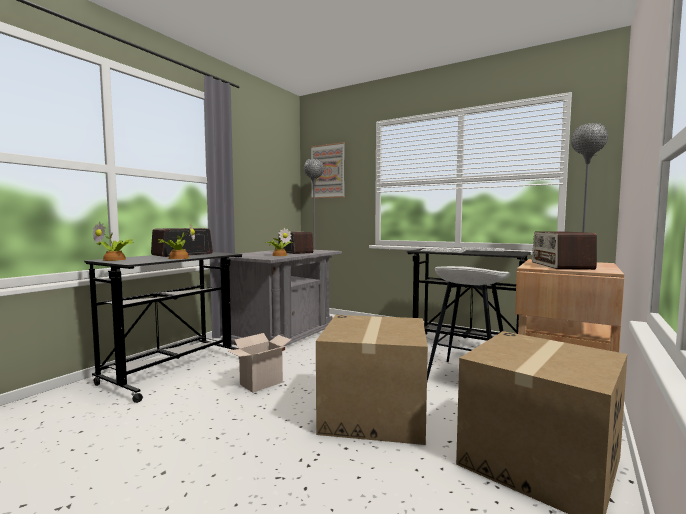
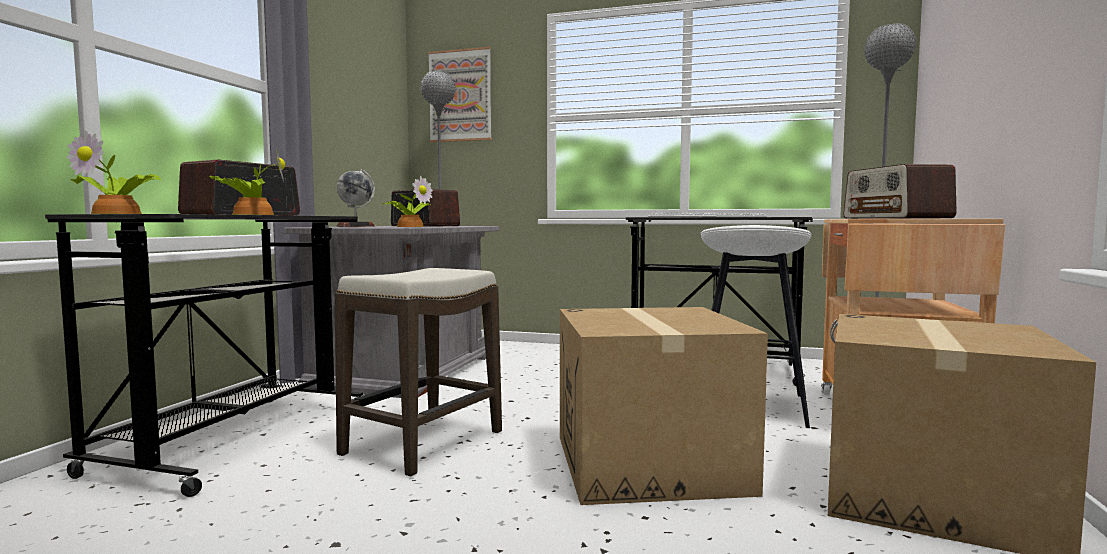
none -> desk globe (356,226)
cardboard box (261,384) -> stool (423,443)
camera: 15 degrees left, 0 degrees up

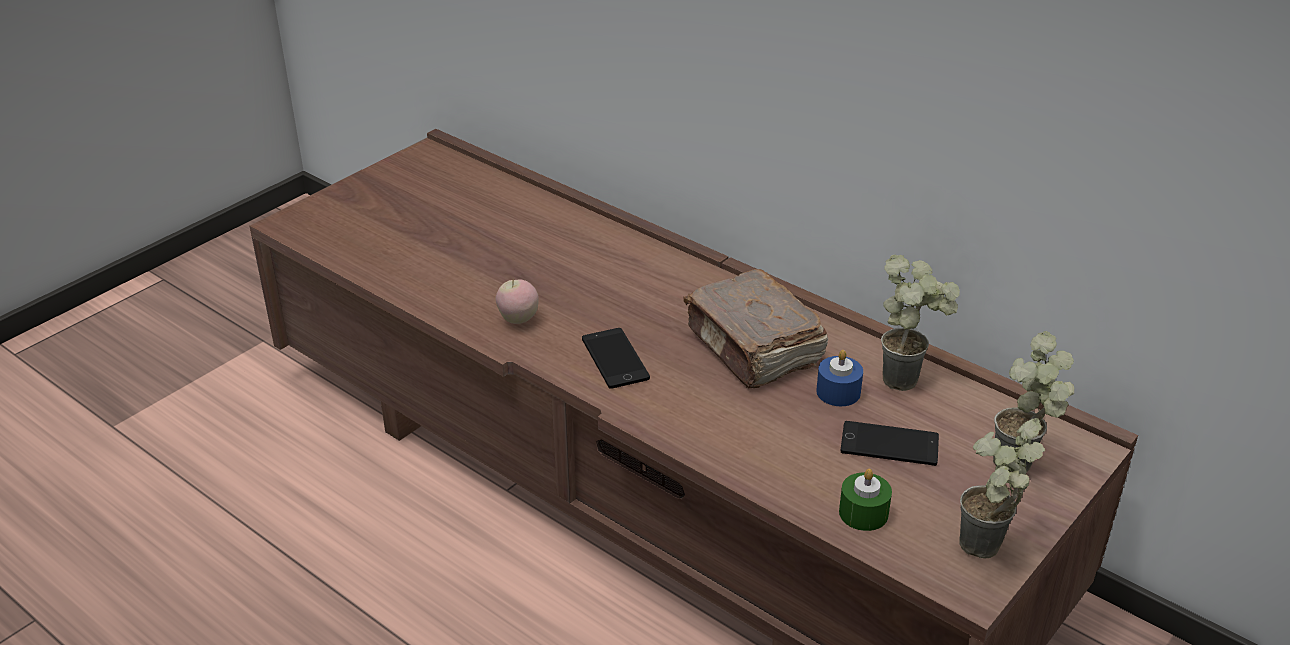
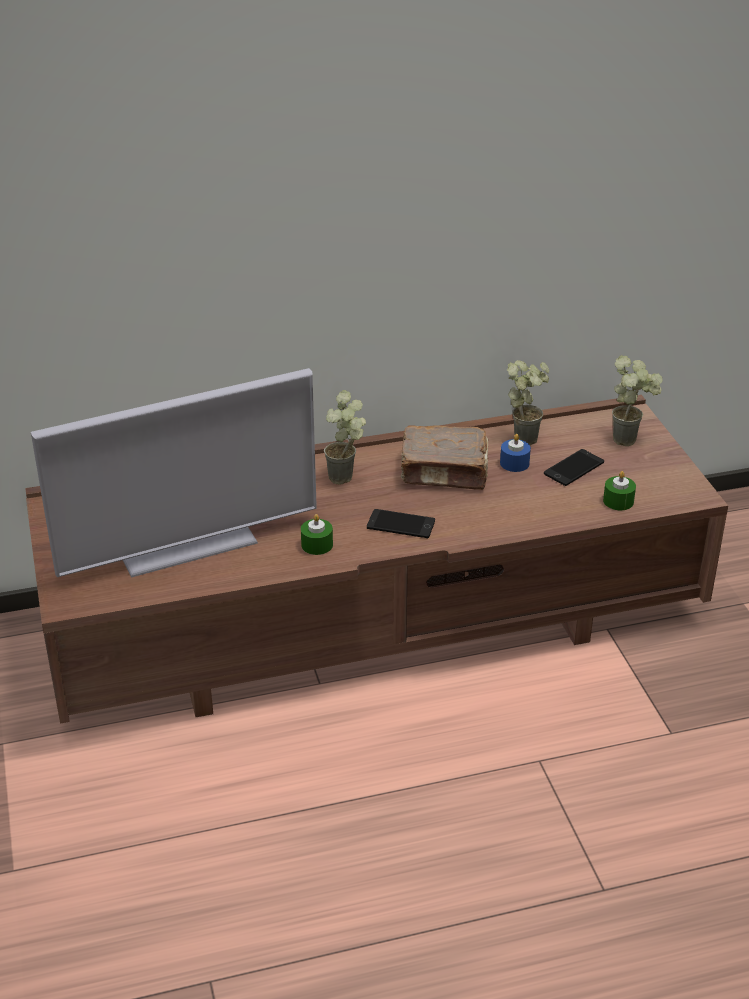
none -> television (188,546)
plant in a pot (986,554) -> plant in a pot (347,479), moved
apple (518,319) -> green wax candle (317,545)
camera: 55 degrees left, 0 degrees up

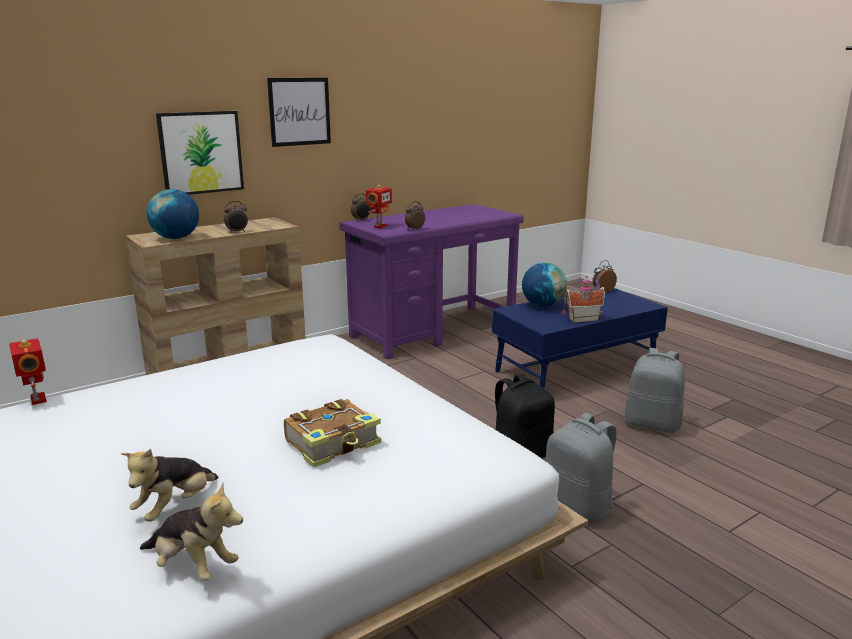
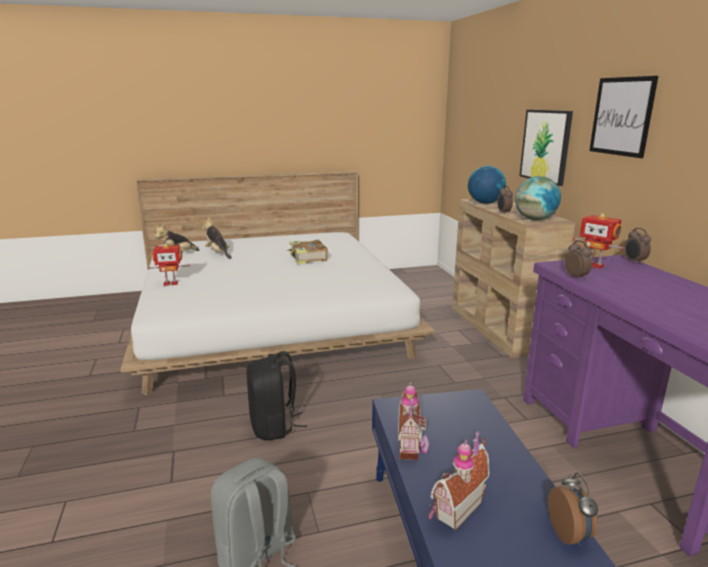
greyish knapsack (579,506) -> none
none -> model house (454,509)
toy robot (36,400) -> toy robot (171,283), moved
book (334,443) -> book (307,258), moved
desk globe (542,305) -> desk globe (535,219), moved
camera: 110 degrees right, 0 degrees up

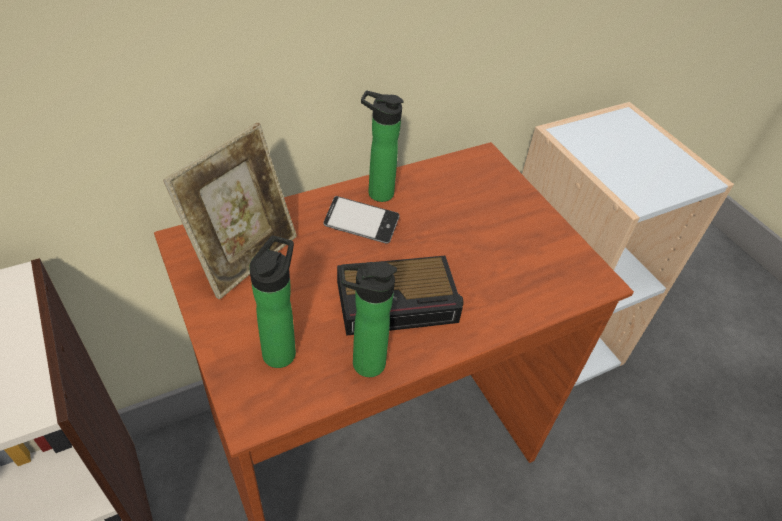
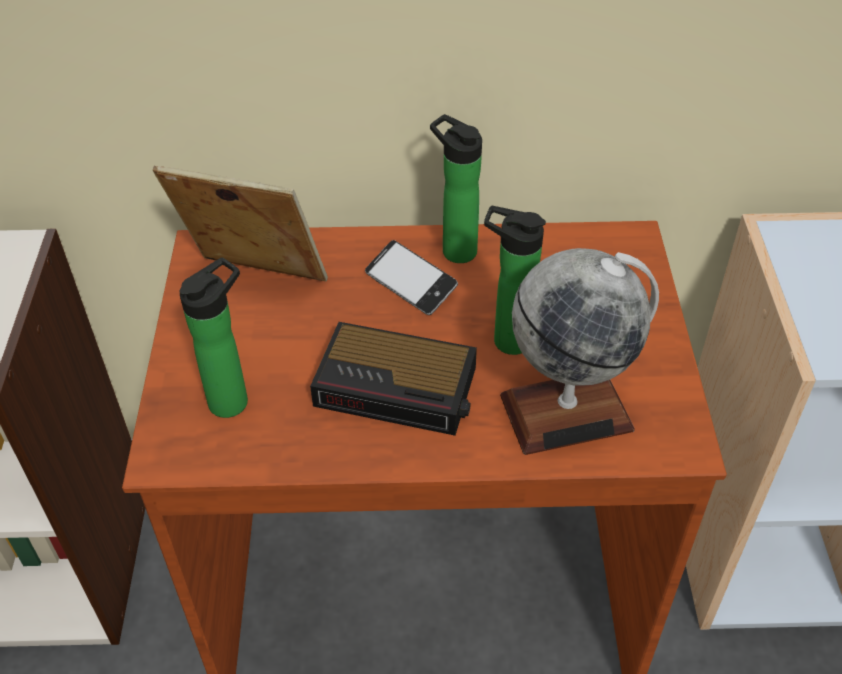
none -> desk globe (566,412)
beverage bottle (363,364) -> beverage bottle (506,340), moved
picture frame (244,256) -> picture frame (255,284), 135 degrees counterclockwise
camera: 30 degrees right, 0 degrees up

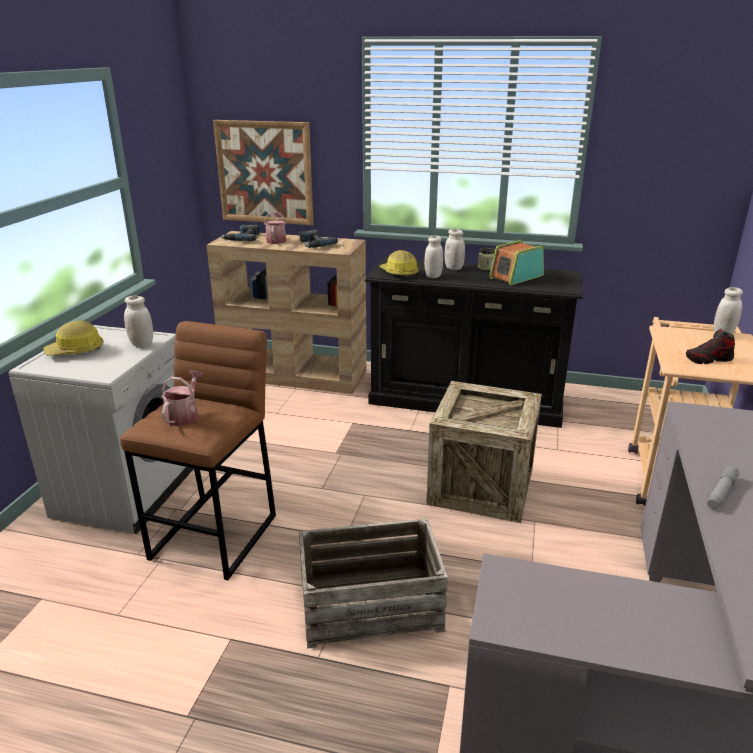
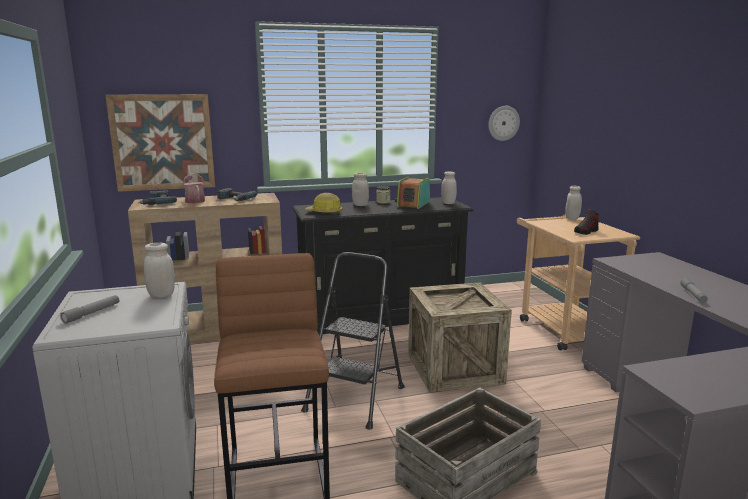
watering pot (184,415) -> none
none -> blackish step ladder (356,396)
none -> wall clock (503,123)
white storage jar (433,276) -> white storage jar (448,203), moved
work helmet (76,351) -> greyish flashlight (92,313)
camera: 30 degrees left, 10 degrees down

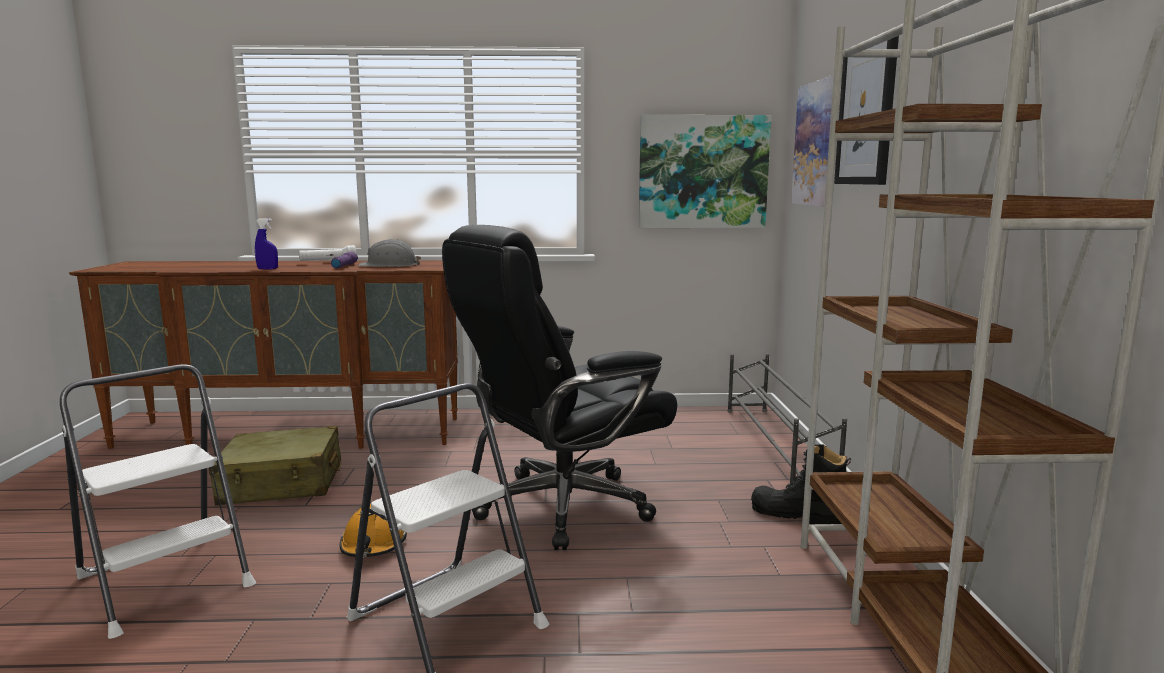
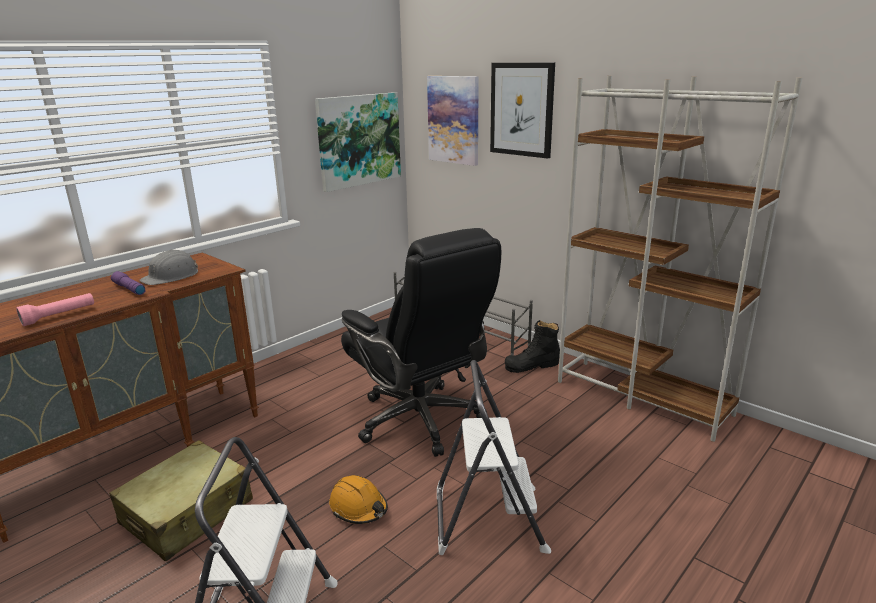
white flashlight (328,262) -> none
blue-coloured hand sprayer (267,269) -> pink flashlight (59,316)
blackish computer chair (563,506) -> blackish computer chair (420,419), 45 degrees counterclockwise
camera: 45 degrees left, 10 degrees up

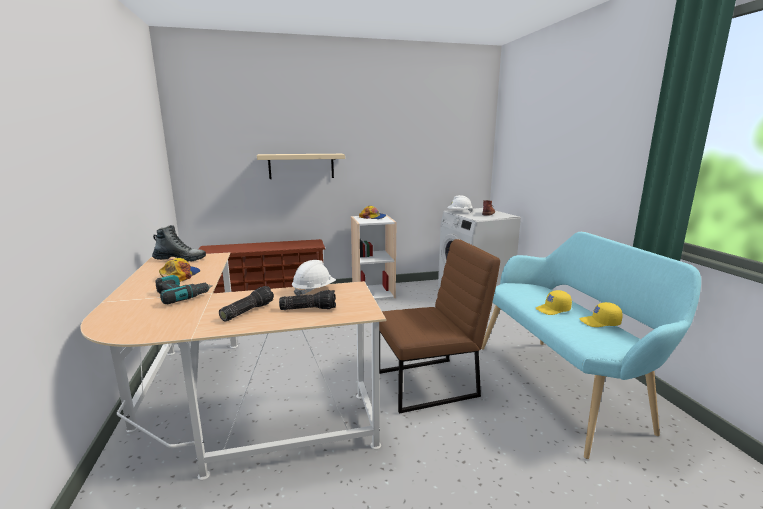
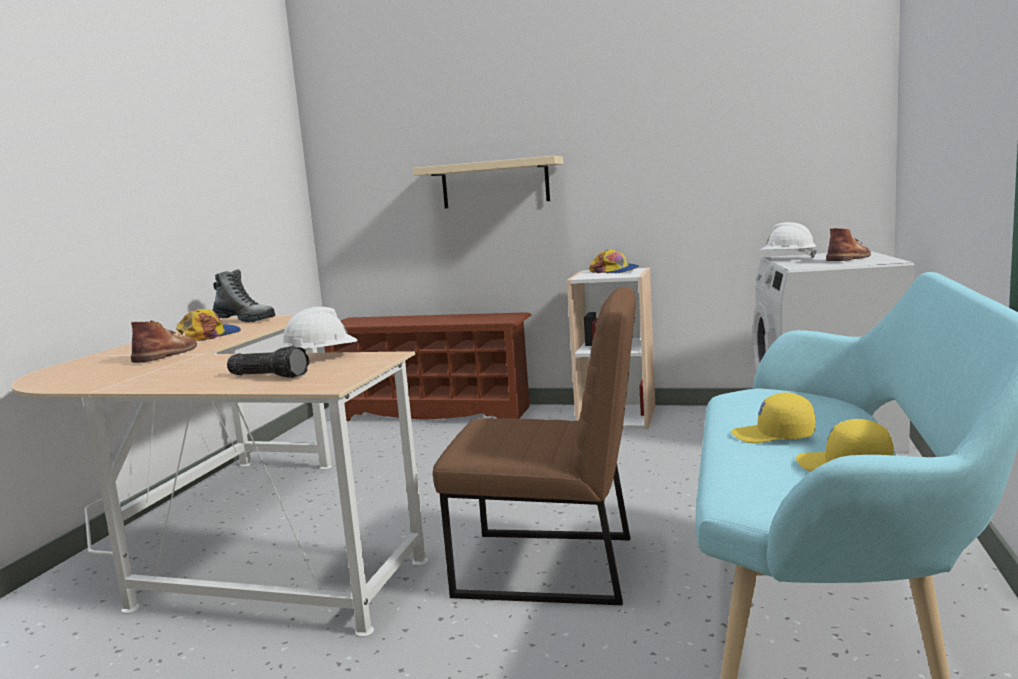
flashlight (247,311) -> none
electric drill (181,295) -> brownish tall boot (167,354)
camera: 30 degrees right, 5 degrees down

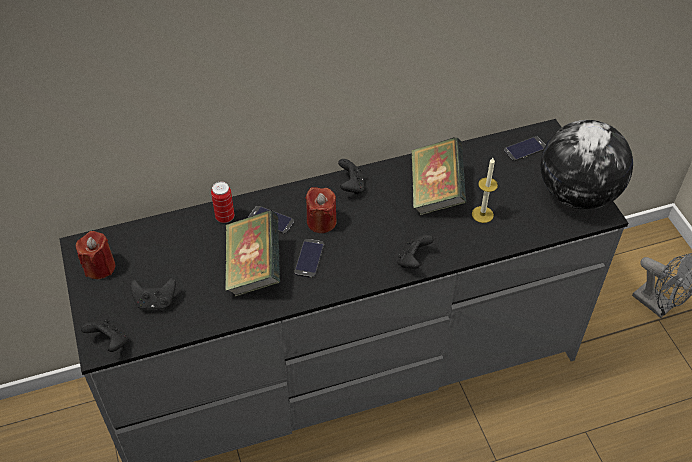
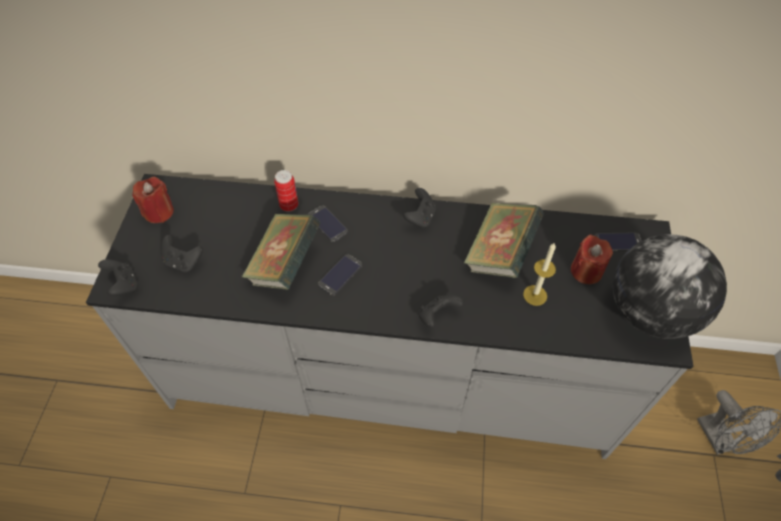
red wax candle (321,222) -> red wax candle (586,271), moved
camera: 25 degrees right, 5 degrees up

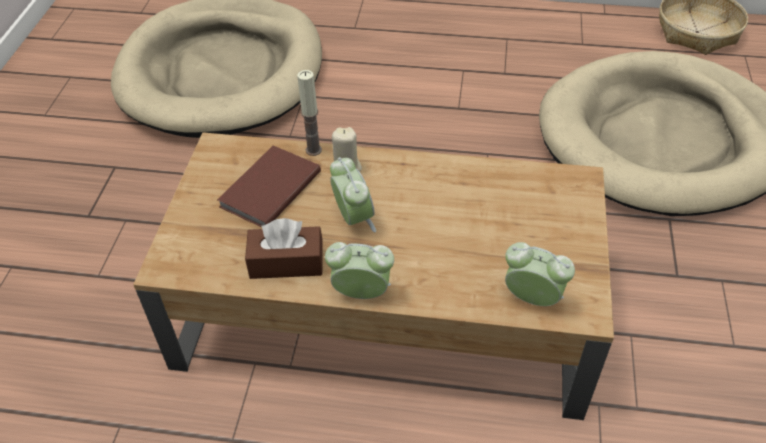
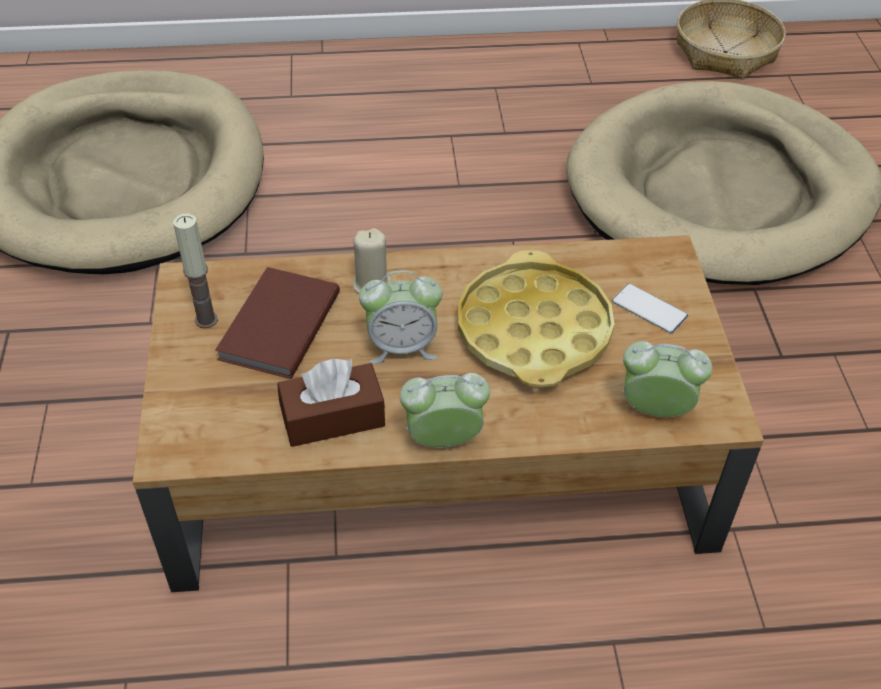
none -> yellow-coloured serving tray (533,330)
none -> phone (649,309)
wax candle (313,150) -> wax candle (206,320), moved
bedside clock (353,218) -> bedside clock (402,346), 120 degrees clockwise
camera: 15 degrees left, 0 degrees up

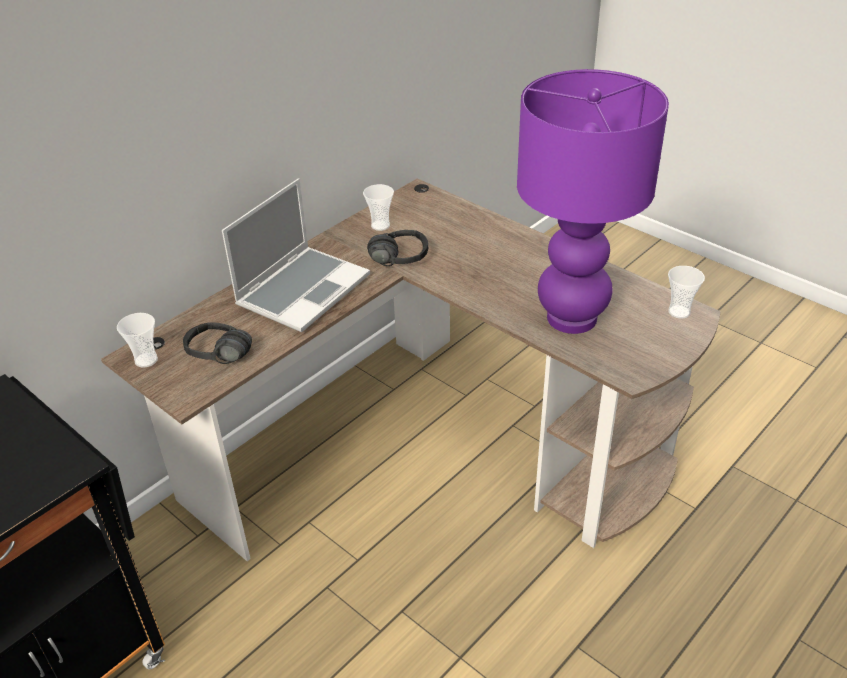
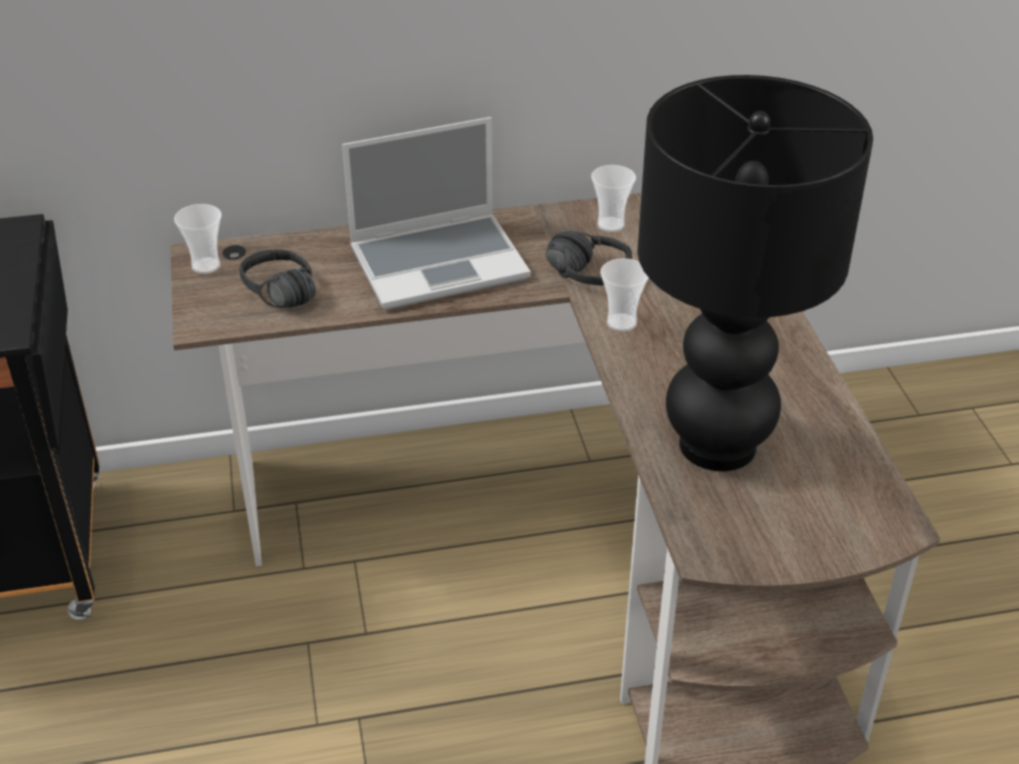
drinking cup (679,312) -> drinking cup (621,323), moved
purplish lamp for a table (571,317) -> blackish lamp for a table (717,444)
camera: 35 degrees right, 0 degrees up

